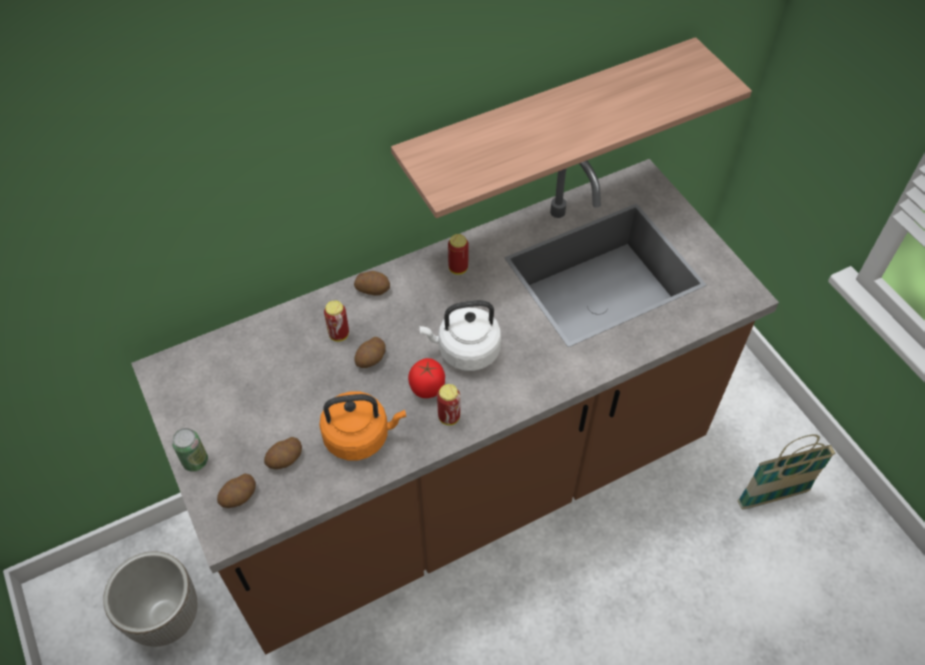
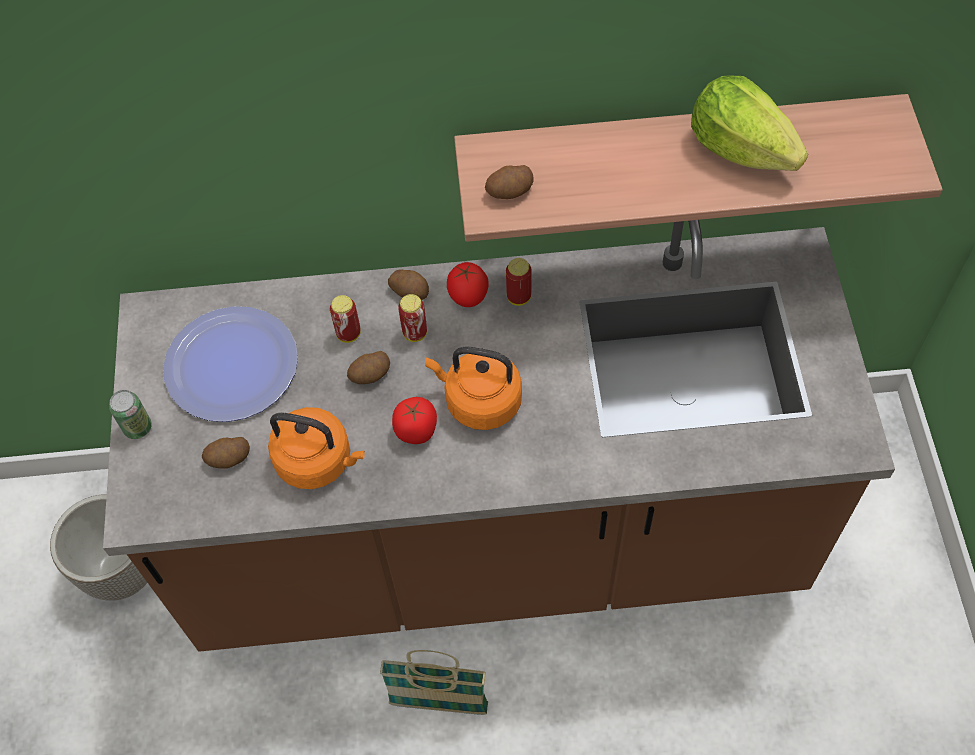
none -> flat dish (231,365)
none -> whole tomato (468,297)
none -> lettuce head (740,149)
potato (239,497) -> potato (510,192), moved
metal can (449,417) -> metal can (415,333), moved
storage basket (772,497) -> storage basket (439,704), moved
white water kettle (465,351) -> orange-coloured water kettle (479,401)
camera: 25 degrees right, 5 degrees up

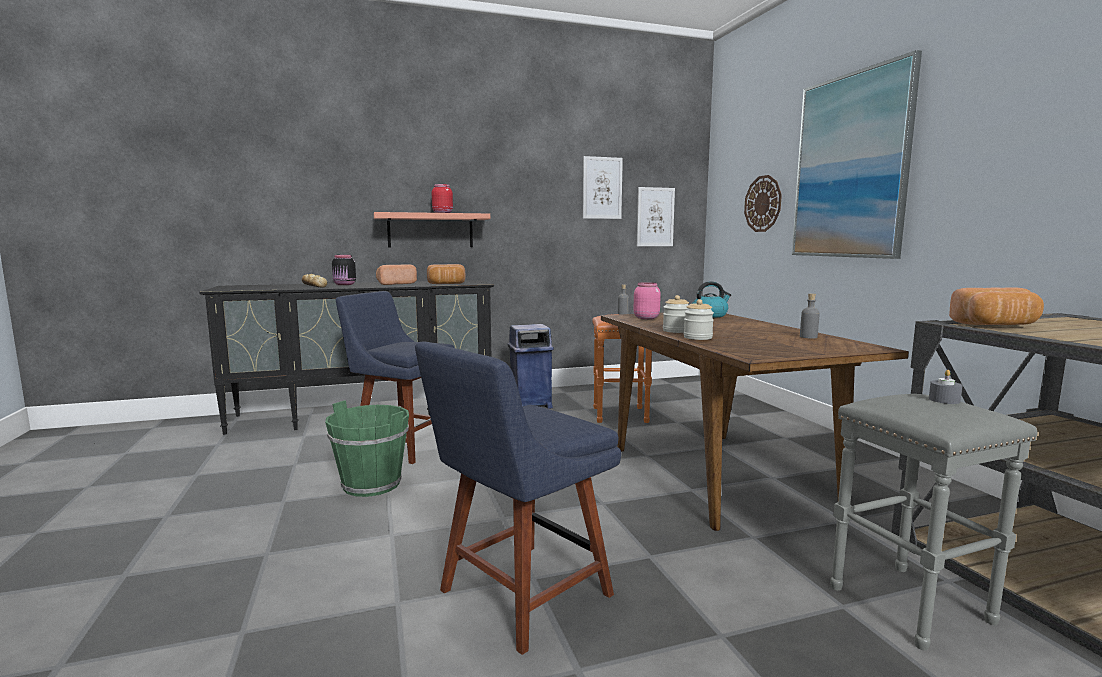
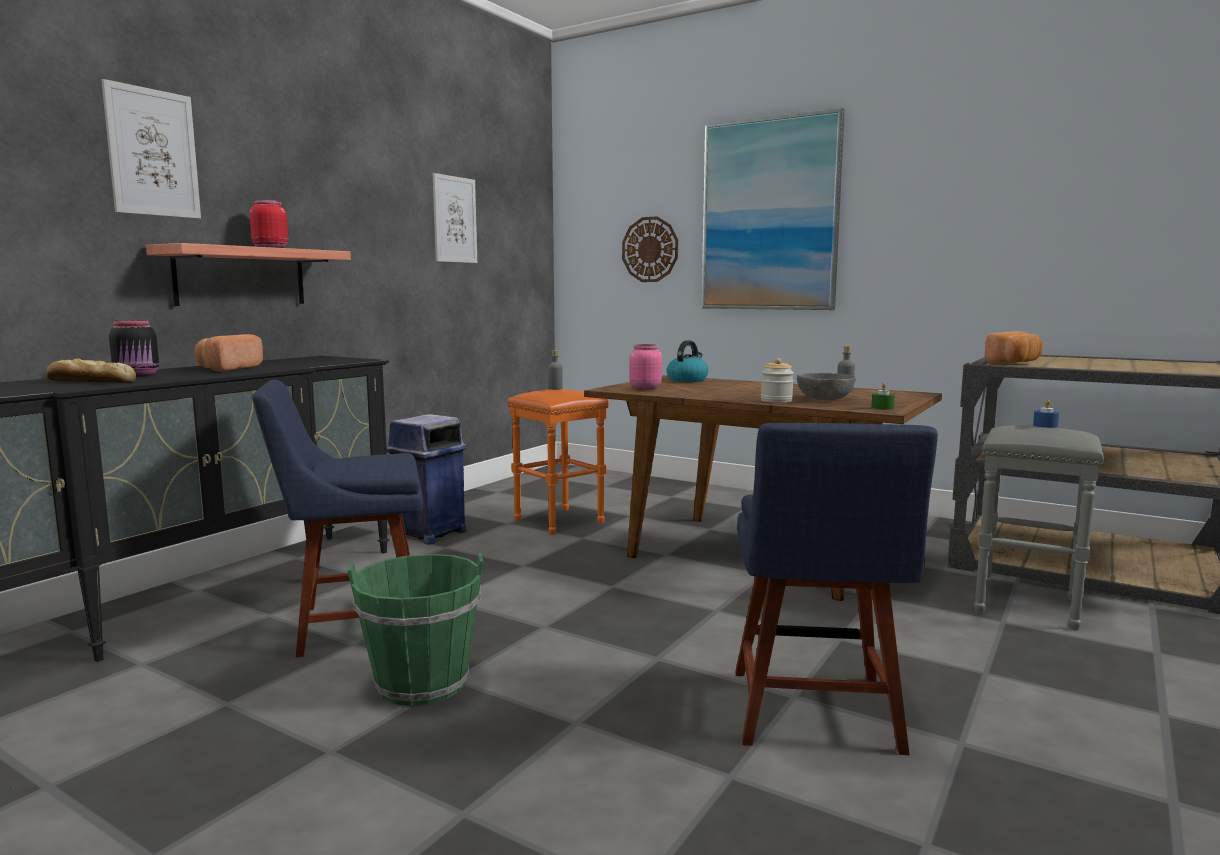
baked bread (446,284) -> none
storage jar (676,331) -> none
none -> greyish bowl (825,399)
none -> green wax candle (882,408)
wall art (655,217) -> wall art (152,153), moved
greyish wax candle (944,400) -> blue-coloured wax candle (1045,425)
camera: 40 degrees left, 0 degrees up

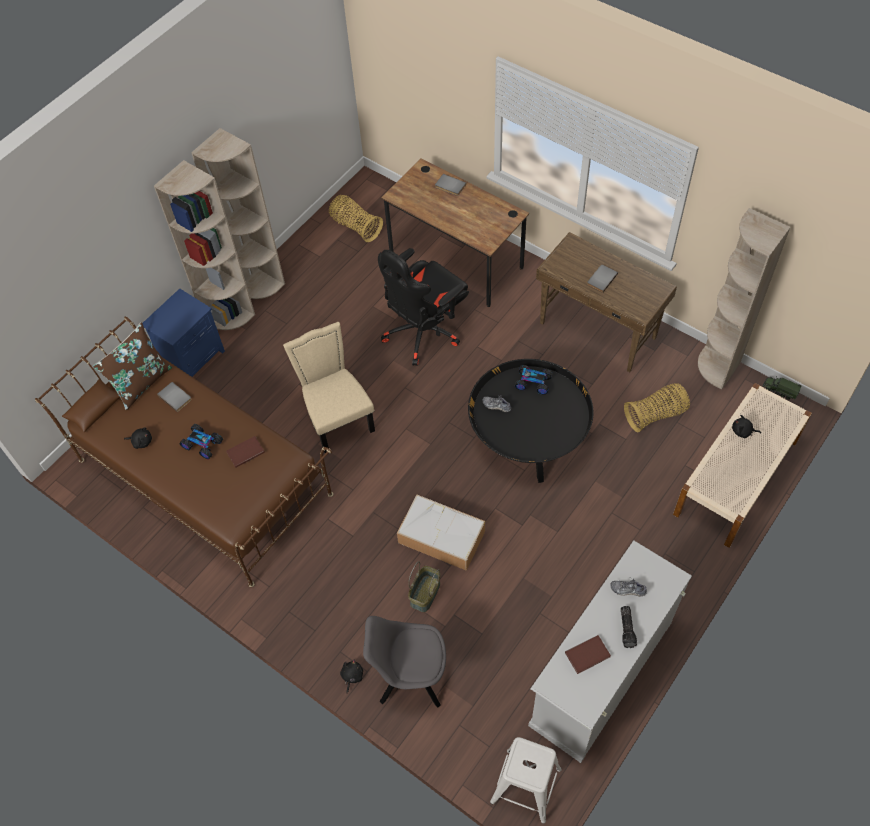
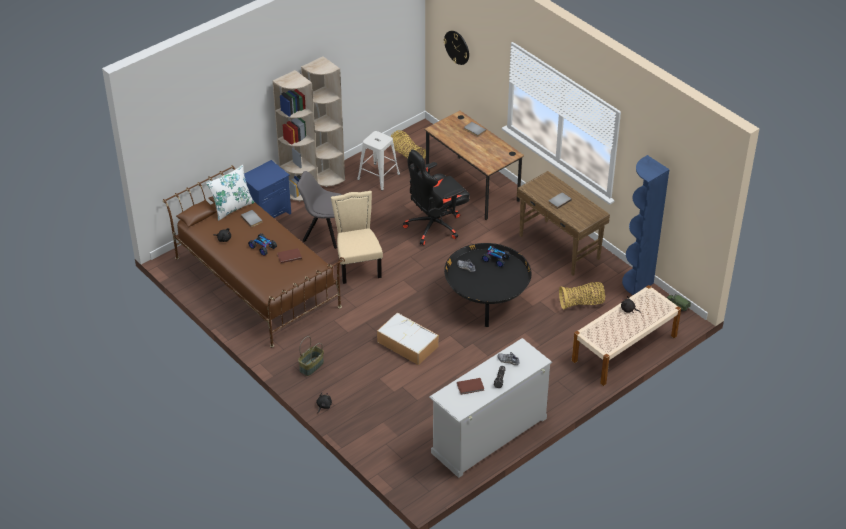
none -> wall clock (457,47)
greyish upright chair (410,677) -> greyish upright chair (324,234), moved
storage basket (425,594) -> storage basket (311,366), moved
white stool (525,785) -> white stool (378,177), moved
brownish cushion (141,383) -> white cushion (232,207)
beige bookshelf (714,370) -> blue-coloured bookshelf (634,285)
camera: 10 degrees right, 15 degrees down

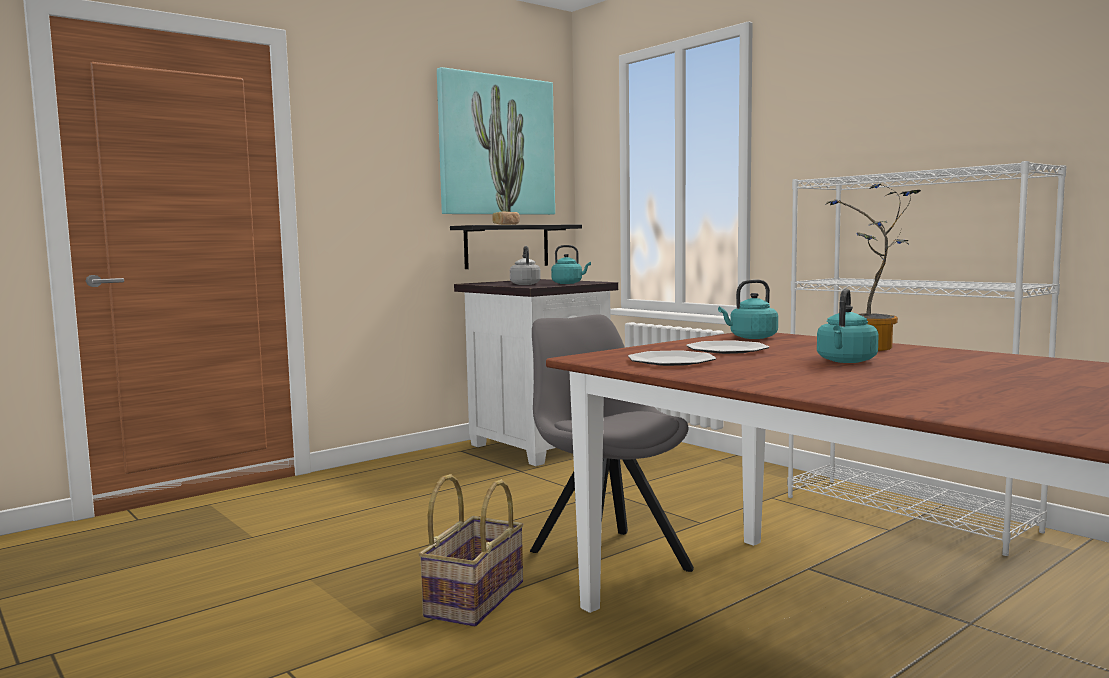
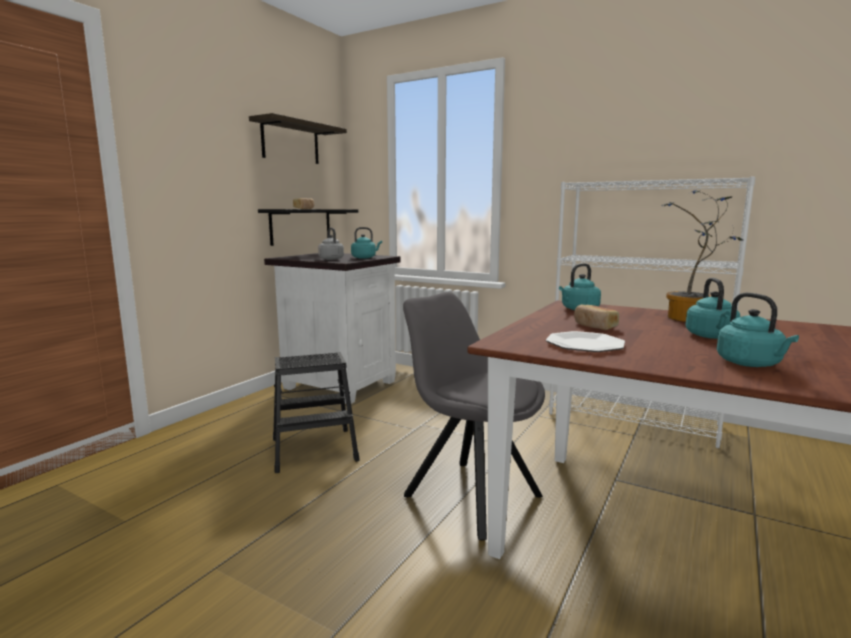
storage basket (474,598) -> none
none -> blackish step ladder (314,448)
none -> turquoise water kettle (751,364)
wall art (496,146) -> shelf (290,142)
flat dish (726,350) -> baked bread (594,326)
camera: 20 degrees left, 5 degrees up

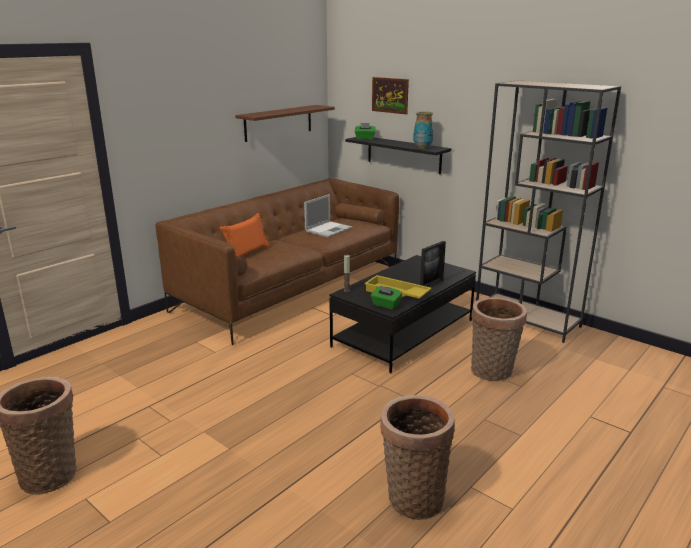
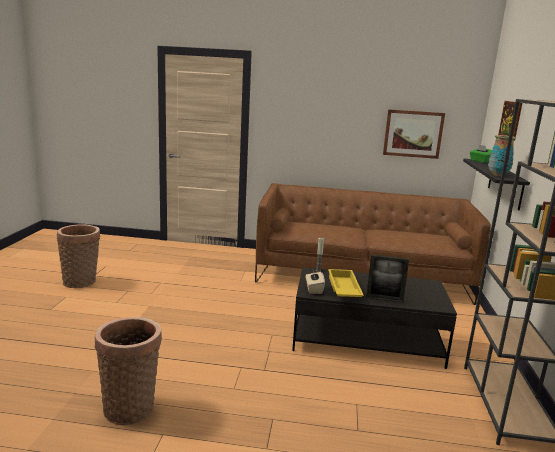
orange-coloured cushion (247,254) -> none
notebook computer (329,229) -> none
storage basket (492,372) -> none
brownish shelf (278,122) -> wall art (413,134)
green tissue holder (385,305) -> beige tissue holder (314,289)
camera: 55 degrees right, 5 degrees down

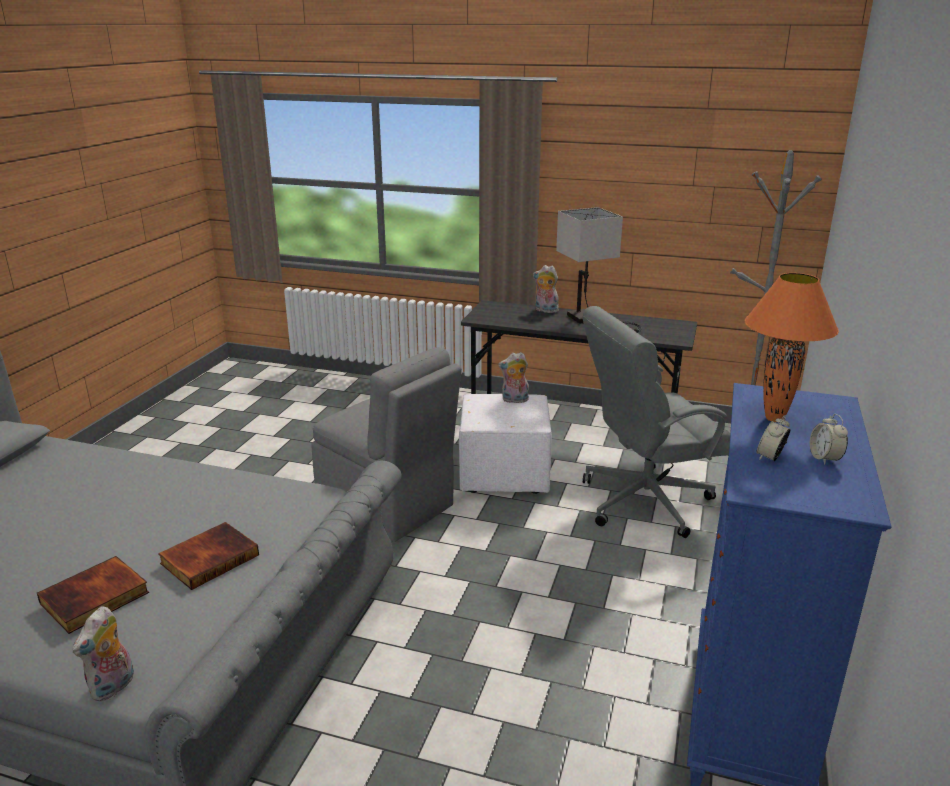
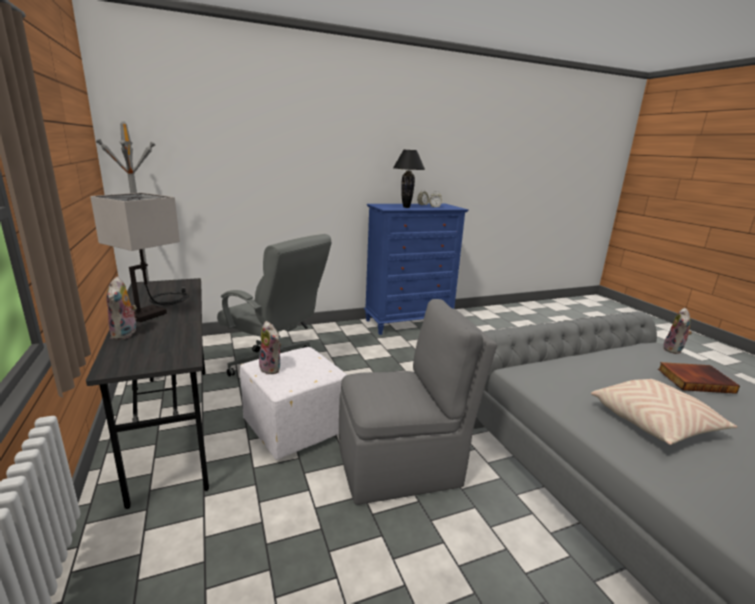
book (209,558) -> none
none -> beige cushion (655,423)
orange-coloured lamp for a table (774,418) -> blackish lamp for a table (406,207)
cuddly toy (113,687) -> cuddly toy (674,350), 135 degrees clockwise
greyish upright chair (387,505) -> greyish upright chair (402,466), 75 degrees clockwise
camera: 130 degrees left, 5 degrees down

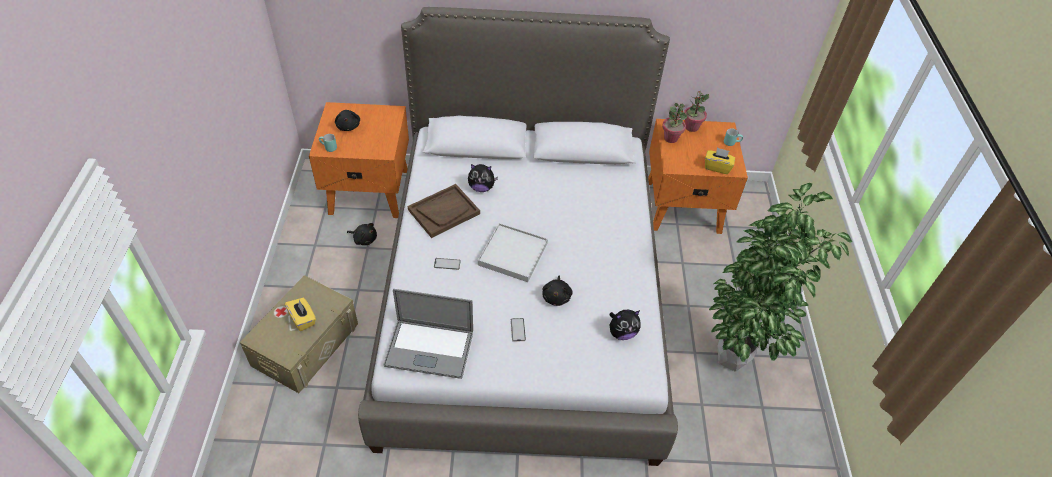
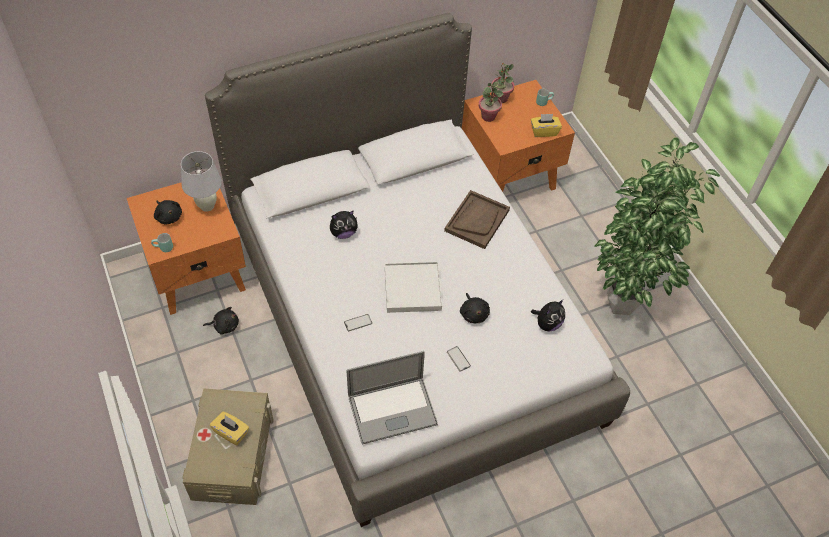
none -> white lamp for a table (207,206)
brownish serving tray (444,212) -> brownish serving tray (477,220), moved
camera: 25 degrees left, 5 degrees up

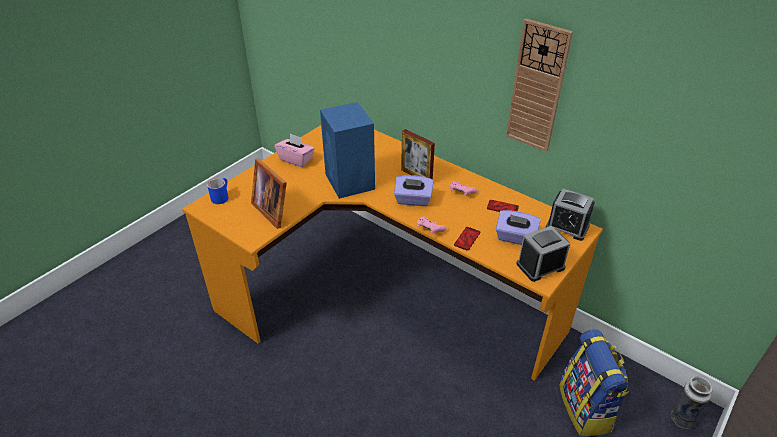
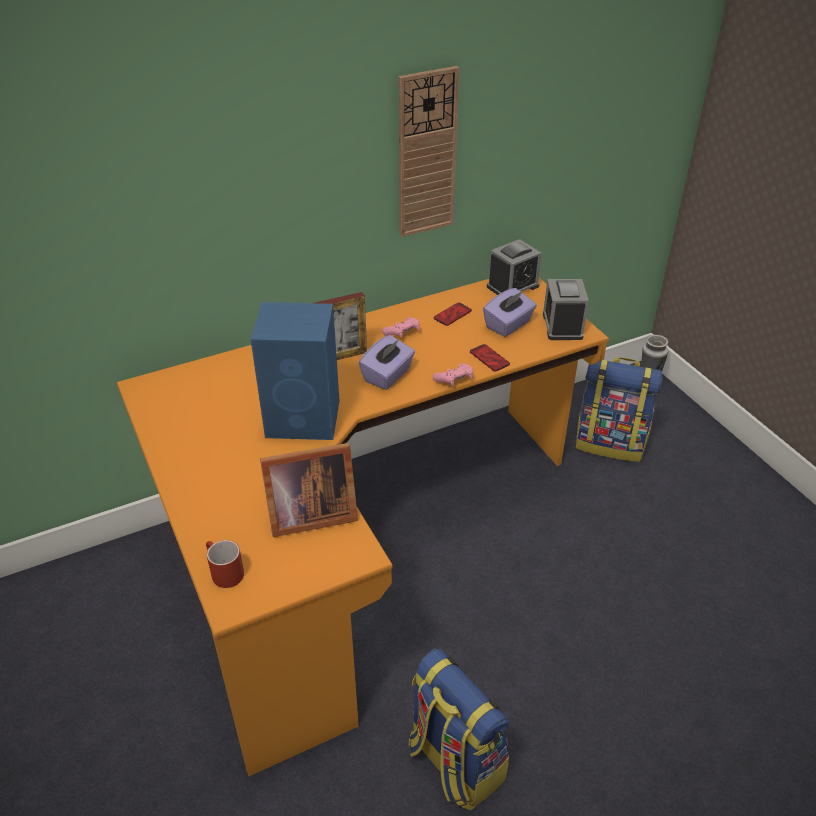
pink tissue holder (296,159) -> none
none -> knapsack (454,762)
blue-coloured tea mug (221,196) -> red tea mug (223,572)
camera: 65 degrees left, 0 degrees up

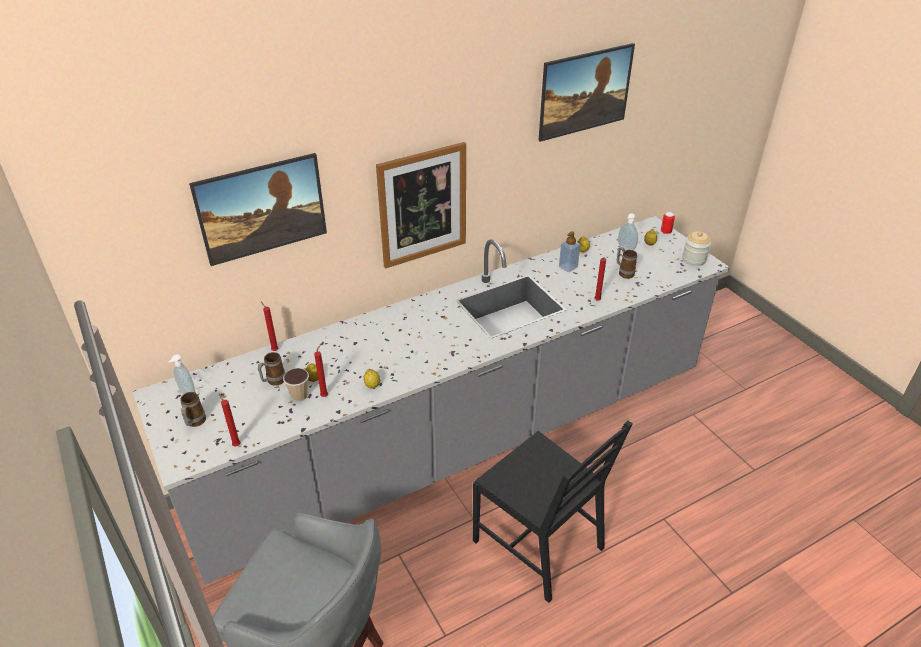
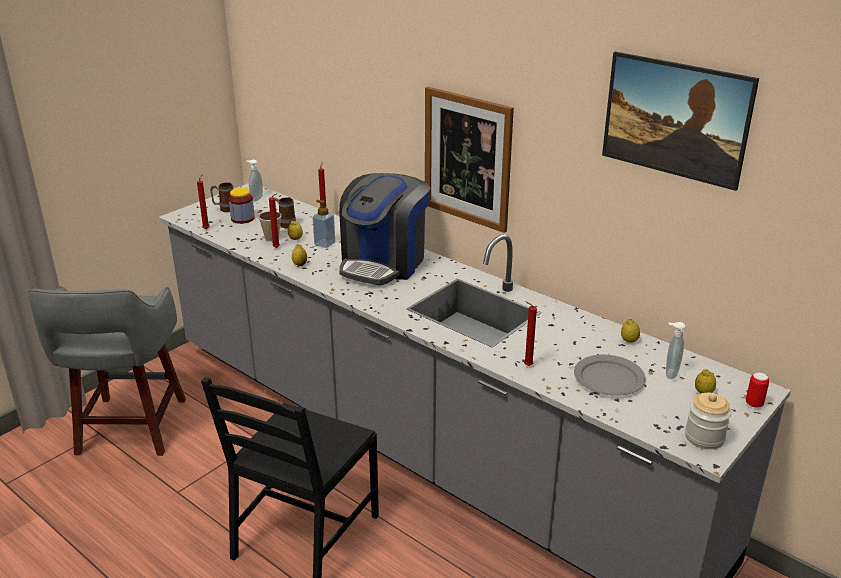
wall art (265,228) -> none
none -> storage jar (242,218)
none -> coffee machine (384,263)
soap dispenser (568,267) -> soap dispenser (324,244), moved
tea mug (624,272) -> greyish flat dish (609,378)
camera: 70 degrees right, 10 degrees down

